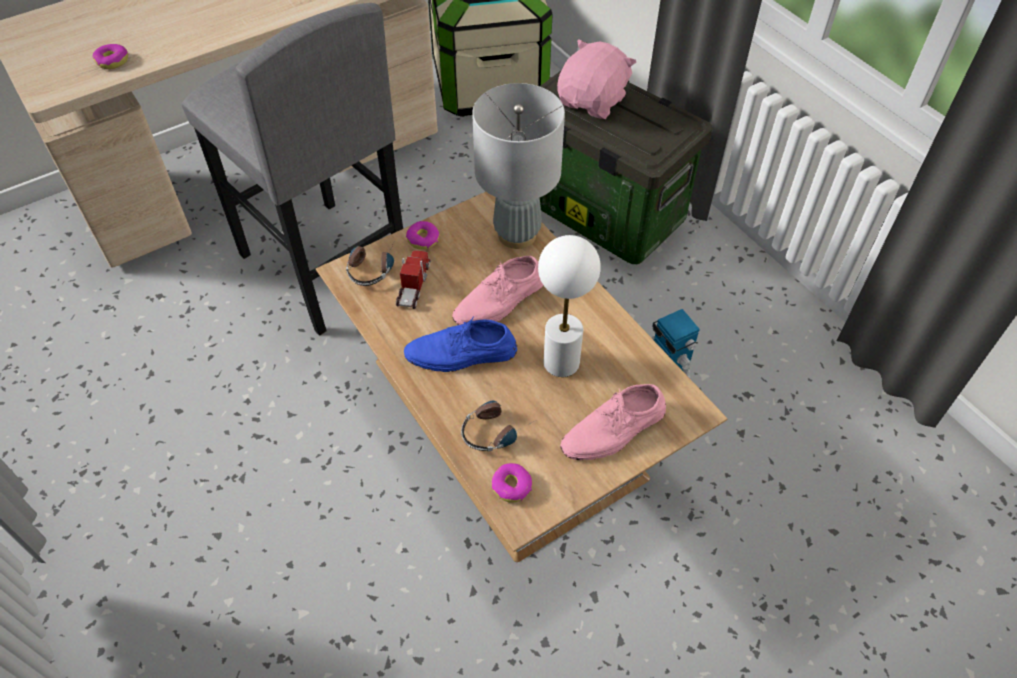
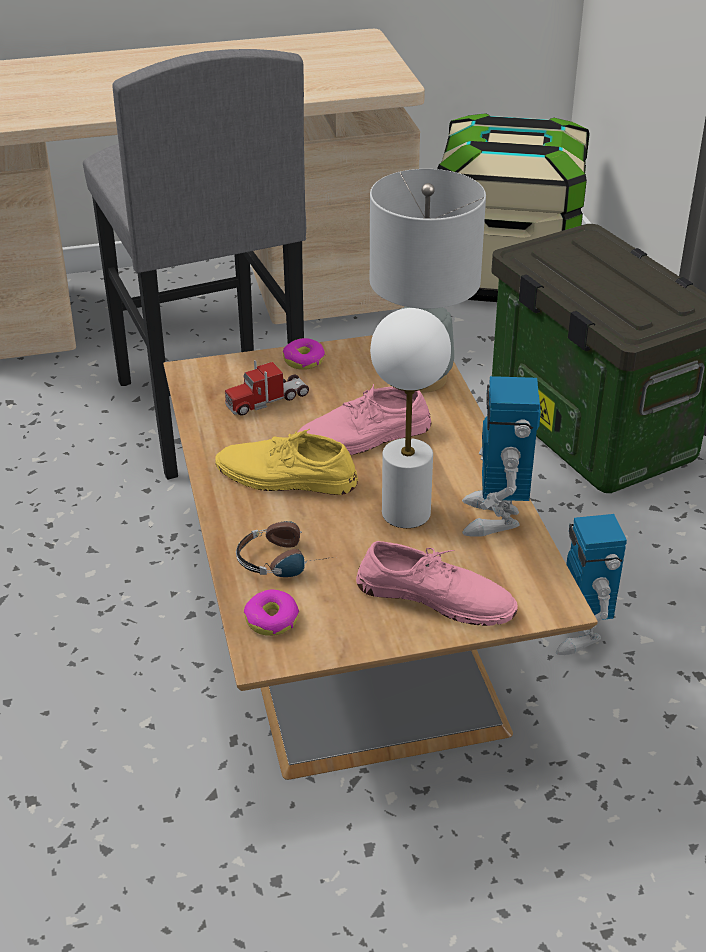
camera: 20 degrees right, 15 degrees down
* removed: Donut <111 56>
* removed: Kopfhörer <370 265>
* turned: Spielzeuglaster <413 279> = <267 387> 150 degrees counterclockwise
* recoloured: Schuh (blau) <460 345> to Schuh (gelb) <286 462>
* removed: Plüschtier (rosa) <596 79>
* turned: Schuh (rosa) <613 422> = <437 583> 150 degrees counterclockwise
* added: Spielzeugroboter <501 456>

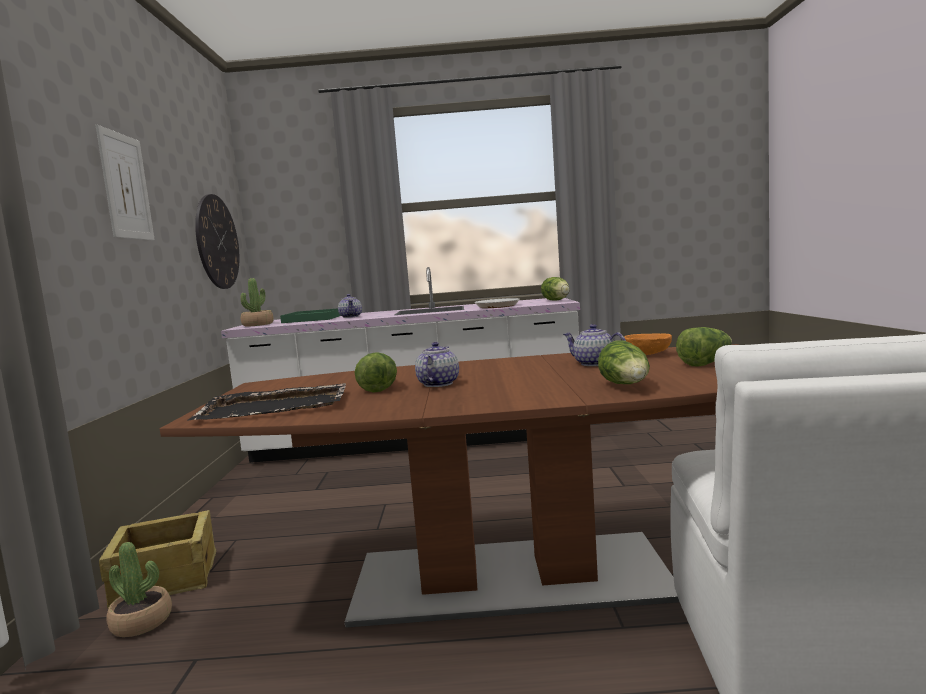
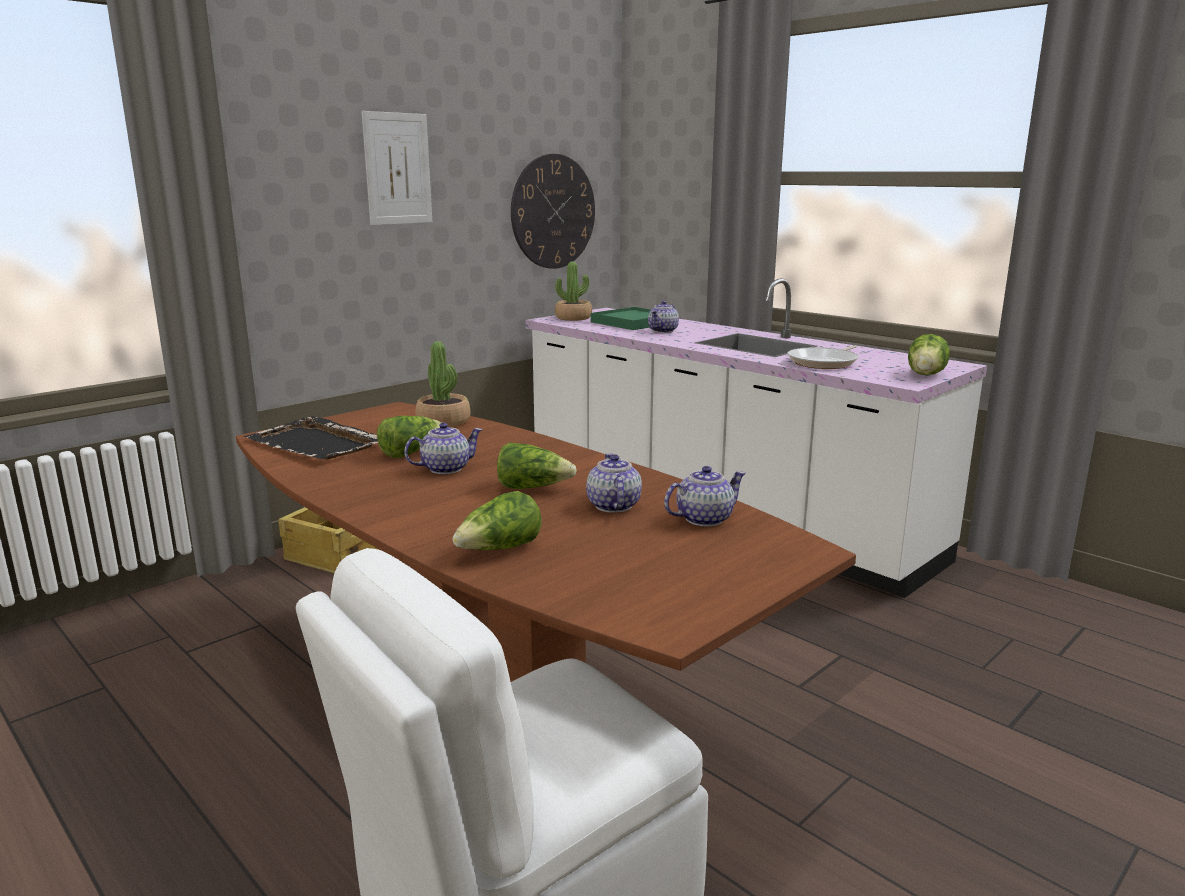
camera: 45 degrees right, 10 degrees up
* moved: Topfpflanze <139 589> to <443 384>
* replaced: Schüssel (orange) <648 344> to Teekanne <705 496>
* moved: Salatkopf <704 347> to <537 465>

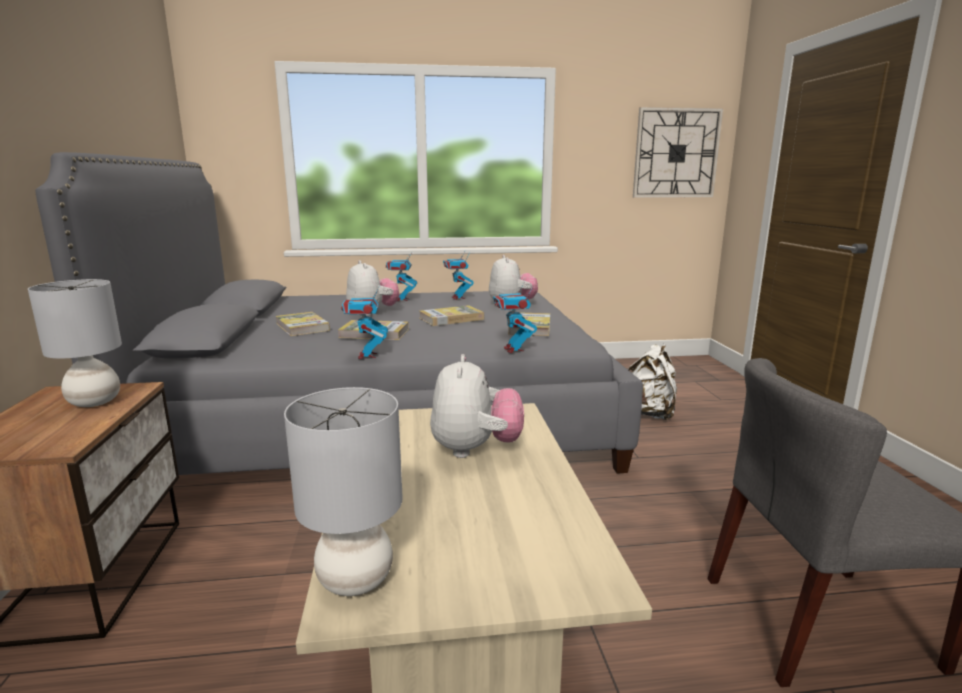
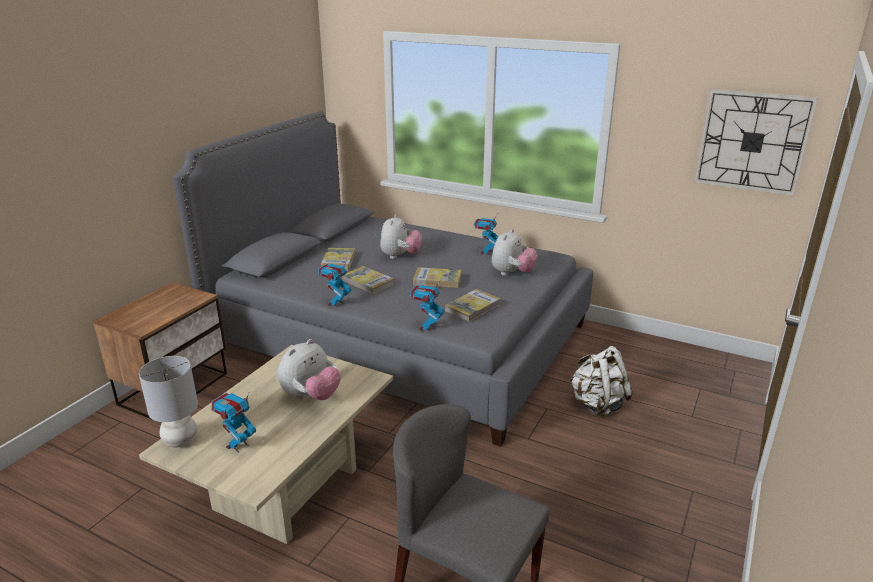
camera: 35 degrees right, 10 degrees up
* removed: Tischlampe (grau) <75 343>
* moved: Spielzeugroboter <401 277> to <233 421>

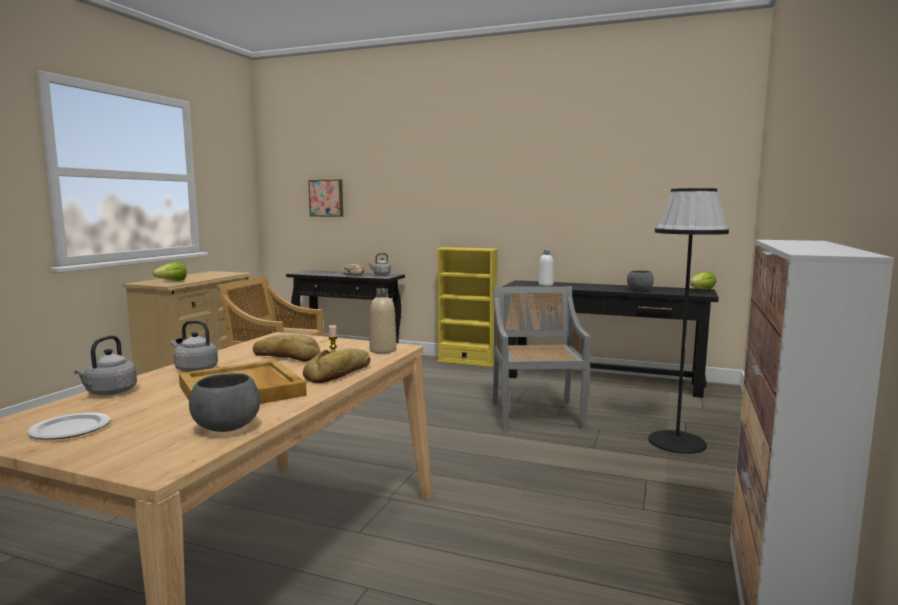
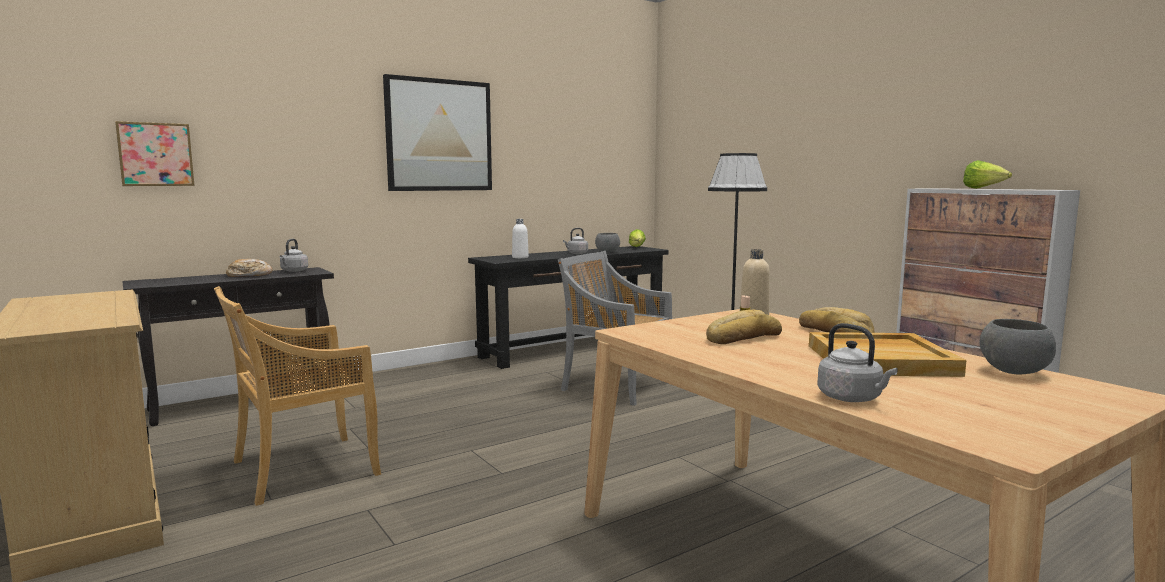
camera: 55 degrees left, 0 degrees up
* removed: Teller <69 426>
* moved: Salatkopf <169 271> to <987 174>
* moved: Wasserkessel (grau) <194 346> to <575 241>
* removed: Bücherregal (gelb) <467 307>
* added: Bild <437 132>

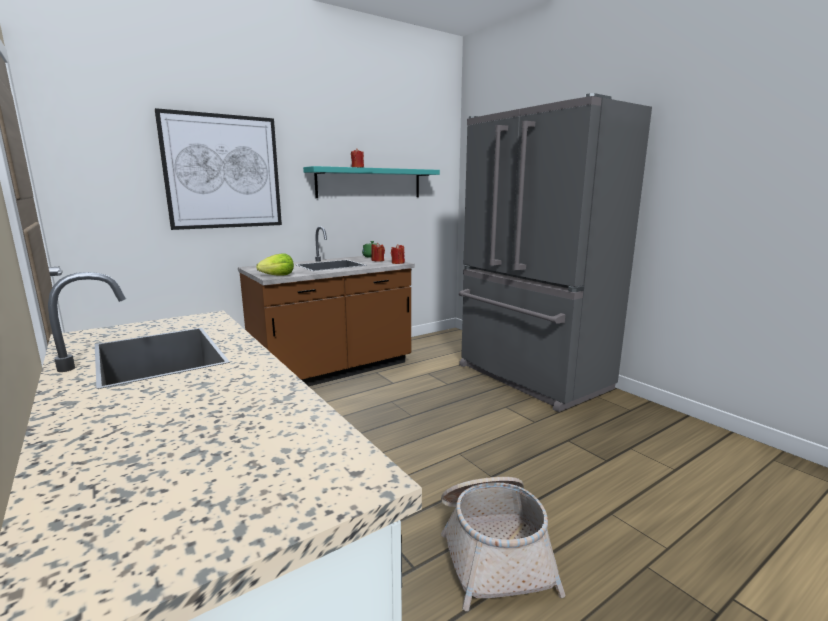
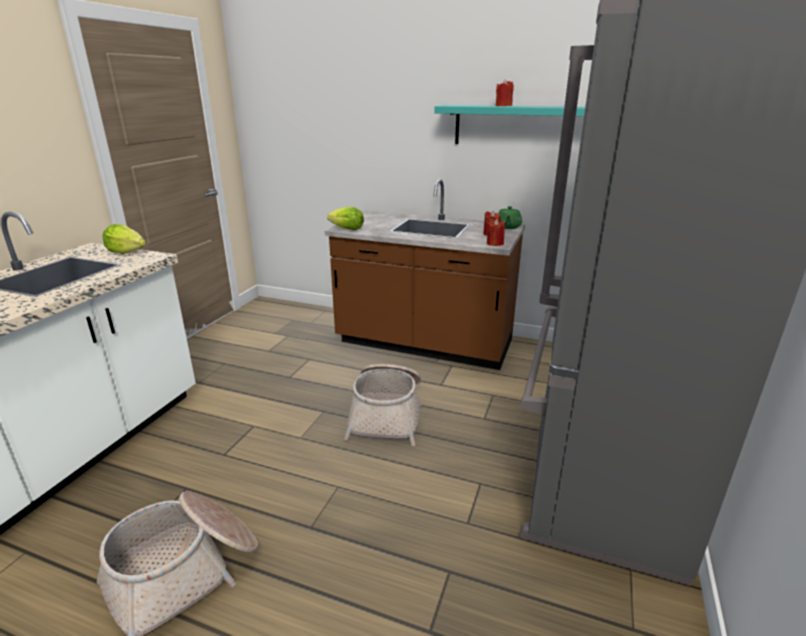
camera: 55 degrees right, 10 degrees up
* removed: Bild <218 169>
* added: Salatkopf <124 239>
* added: Korb <383 405>

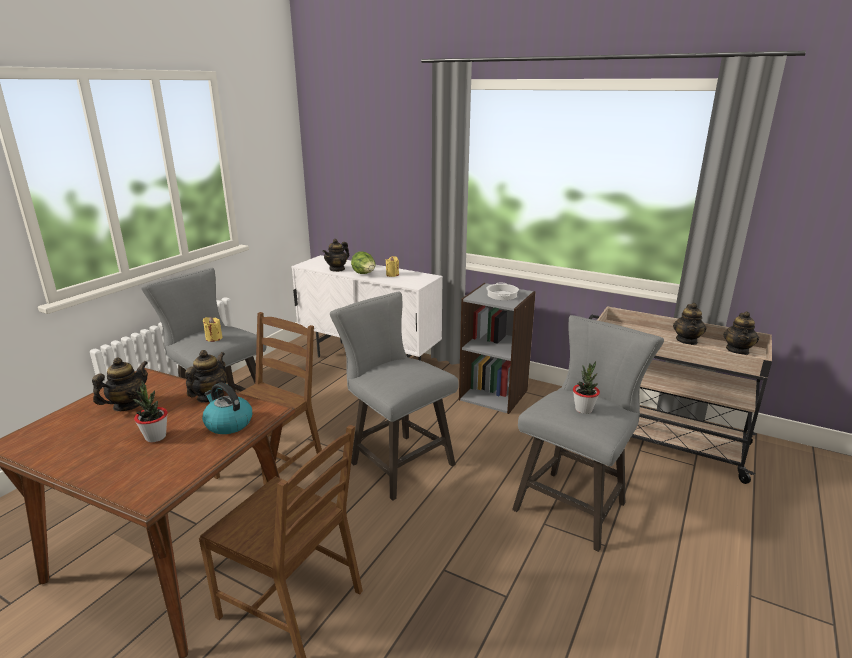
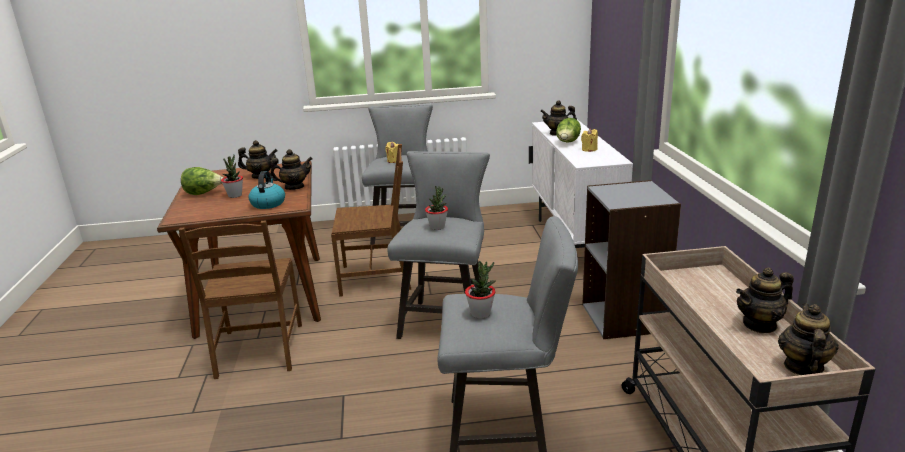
camera: 55 degrees right, 0 degrees up
* removed: Kochtopf <502 291>
* turned: Teekanne <741 333> = <808 339> 120 degrees clockwise
* added: Salatkopf <202 181>
* added: Topfpflanze <436 208>

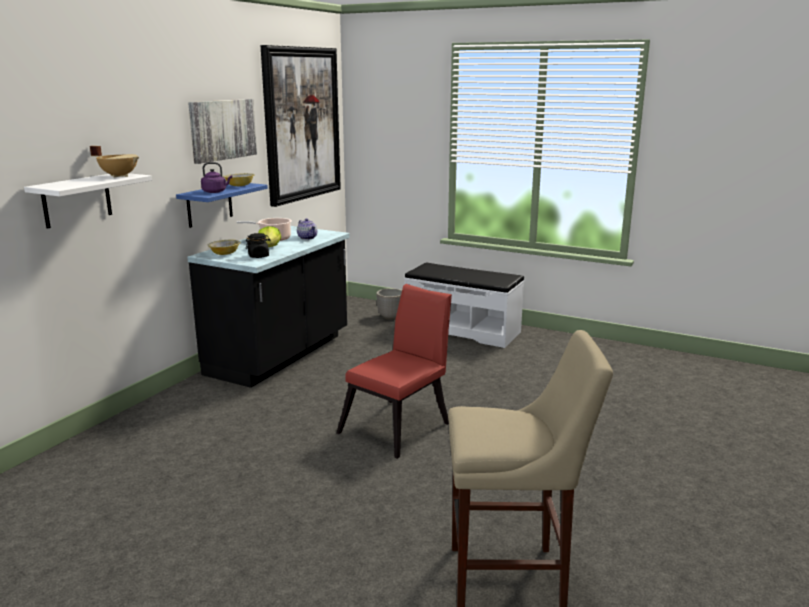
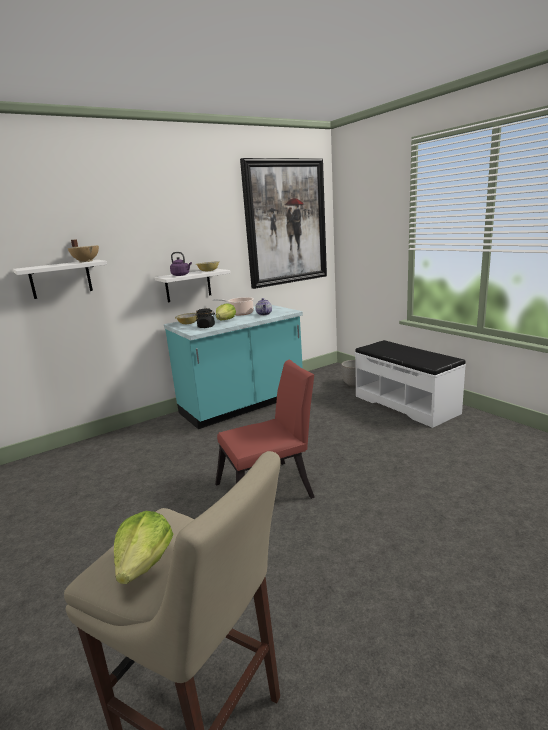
camera: 30 degrees right, 0 degrees up
* recoloured: Wandregal (blau) <222 205> to Wandregal (weiß) <192 286>
* recoloured: Küchenzeile (schwarz) <268 307> to Küchenzeile (türkis) <233 367>
* removed: Bild <222 131>
* added: Salatkopf <143 547>

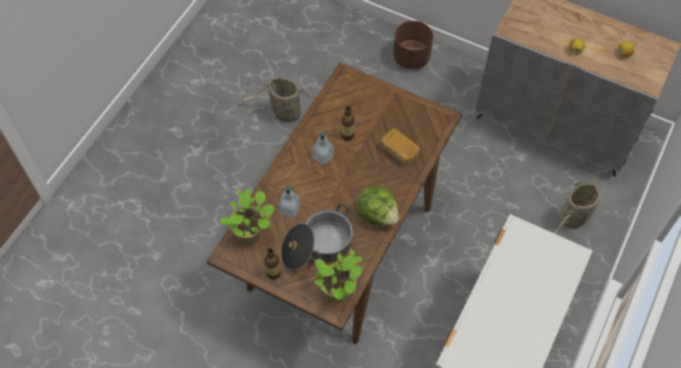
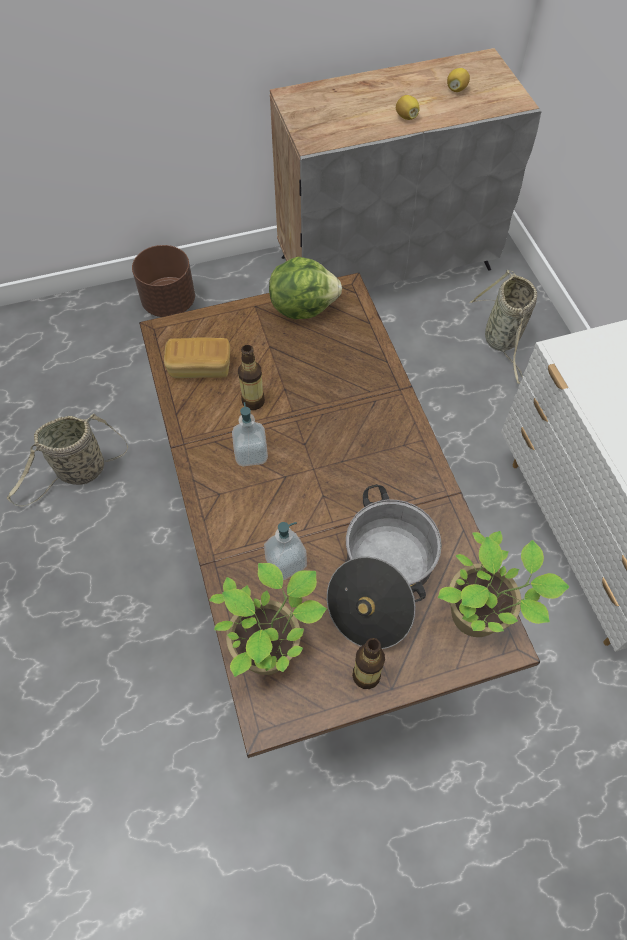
camera: 45 degrees left, 0 degrees up
* moved: Salatkopf <378 206> to <305 288>
* moved: Brot <400 147> to <197 357>

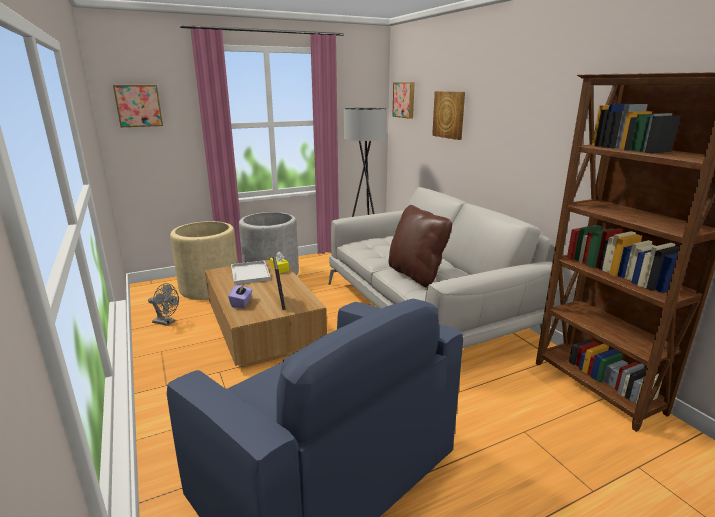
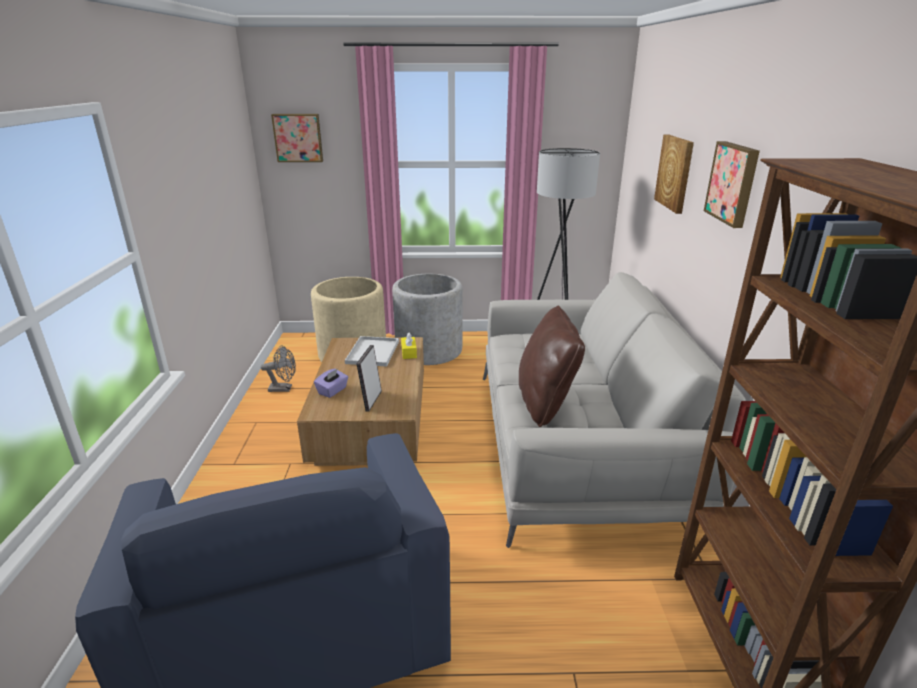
camera: 25 degrees right, 5 degrees up
* turned: Ventilator (grau) <163 304> = <278 368> 45 degrees counterclockwise
* moved: Bild <403 100> to <732 184>

